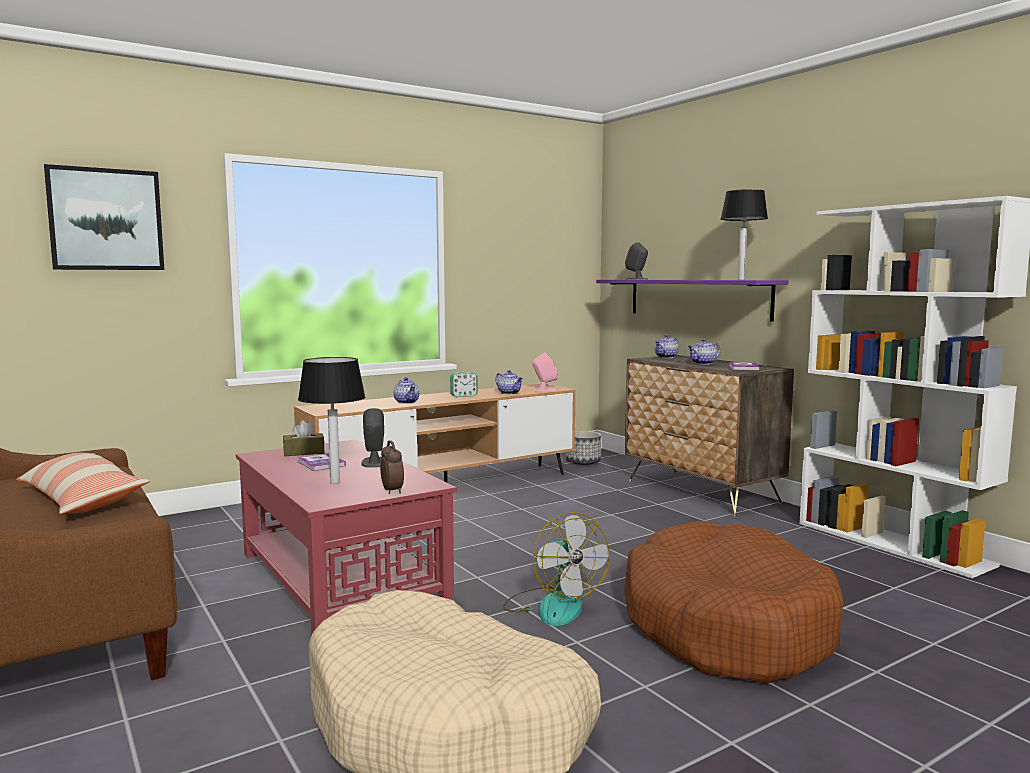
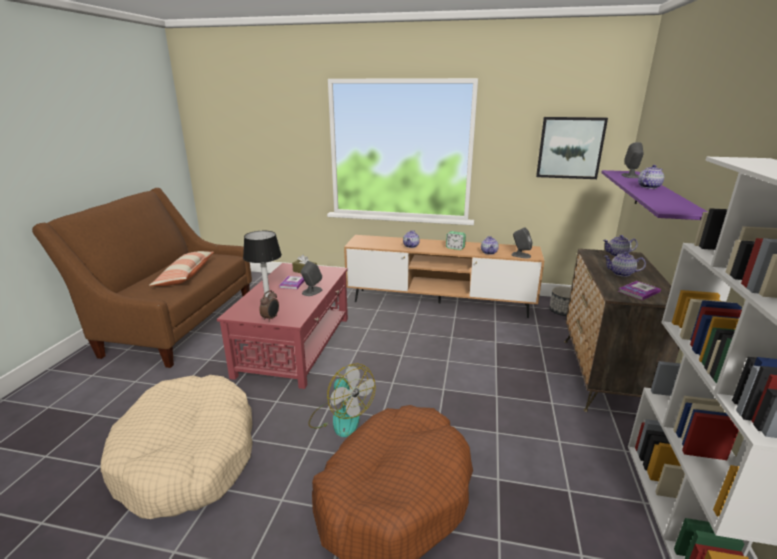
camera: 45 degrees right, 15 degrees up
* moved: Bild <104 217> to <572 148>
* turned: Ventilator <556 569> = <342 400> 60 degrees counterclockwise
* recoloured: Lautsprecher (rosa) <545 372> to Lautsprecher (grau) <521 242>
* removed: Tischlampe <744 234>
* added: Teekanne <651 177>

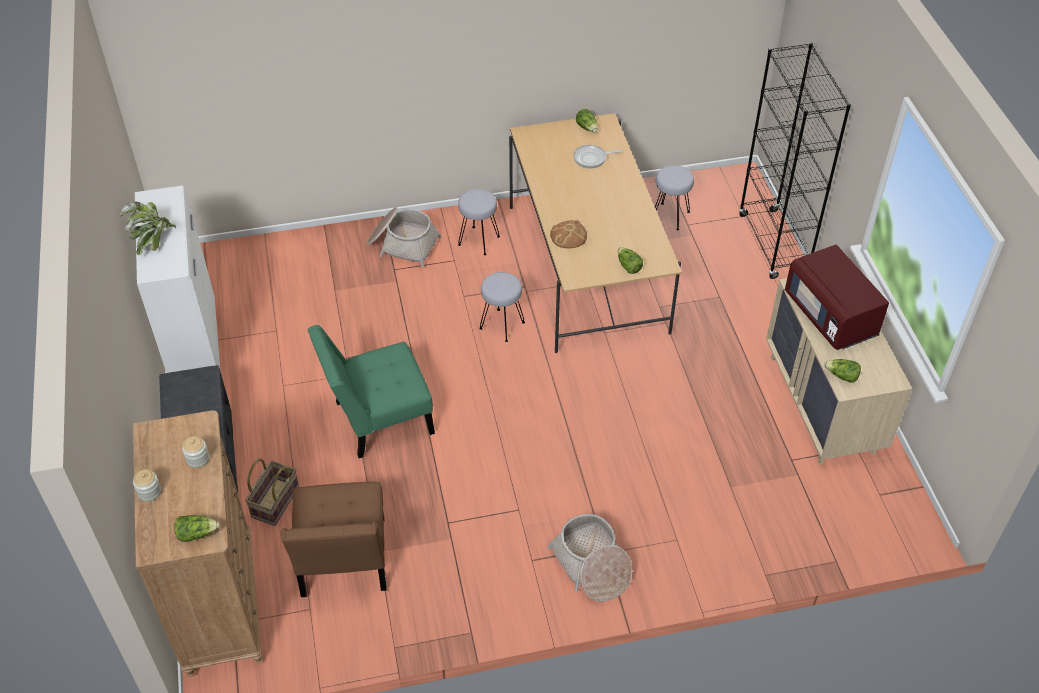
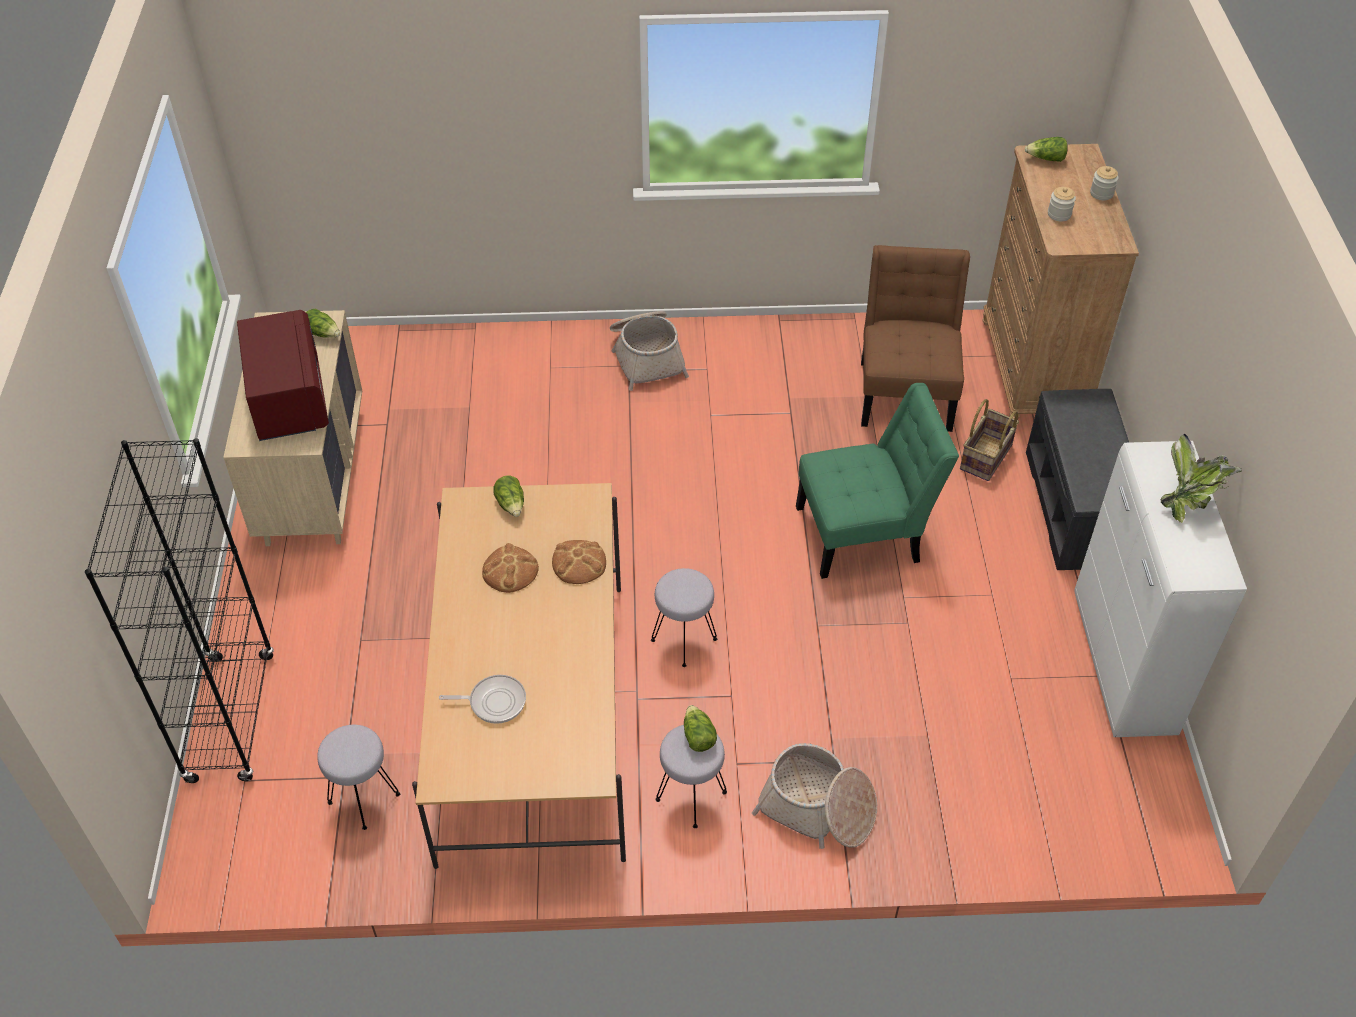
camera: 170 degrees left, 0 degrees up
* moved: Salatkopf <586 121> to <700 728>
* added: Brot <510 568>

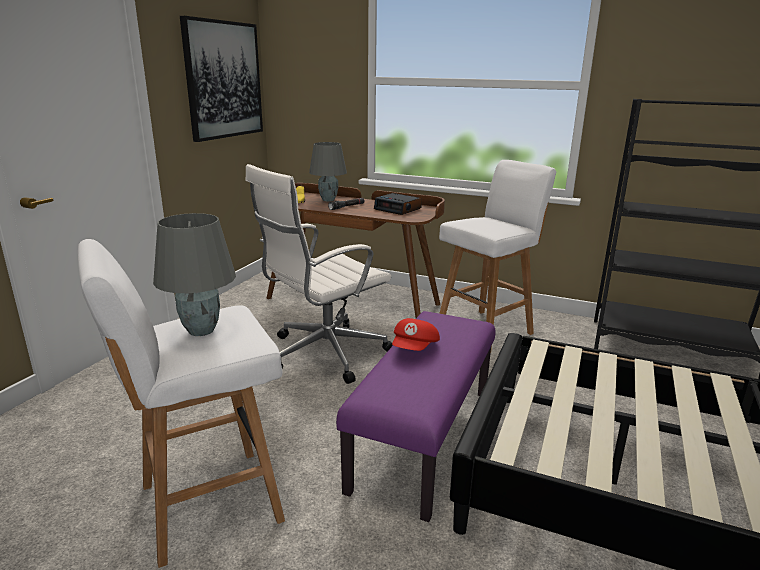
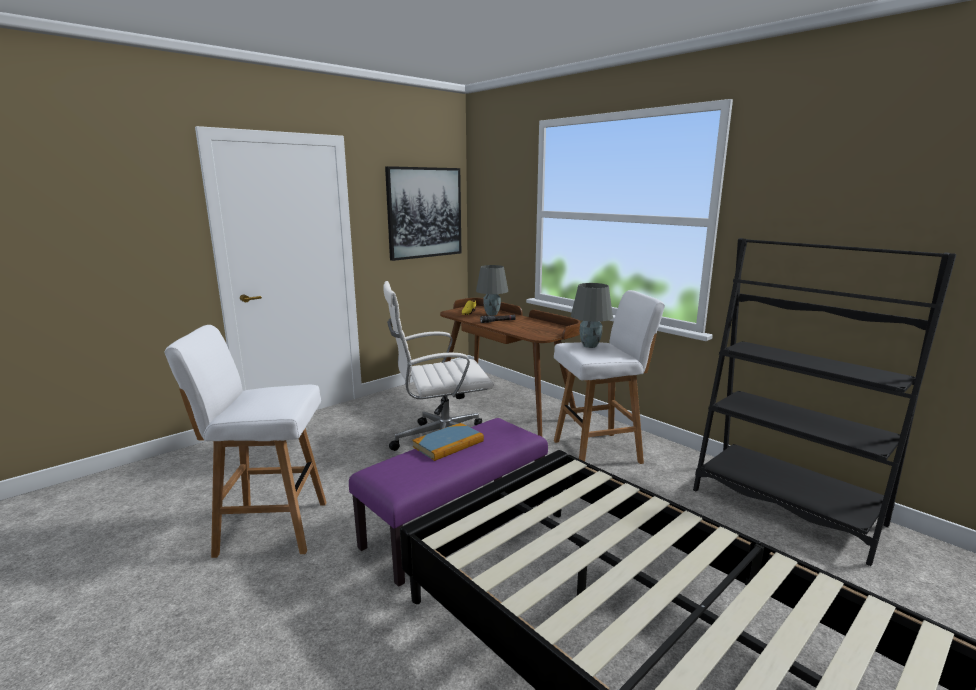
camera: 25 degrees right, 5 degrees down
* moved: Tischlampe (grau) <194 274> to <592 315>
* removed: Wecker <398 204>
* replaced: Kappe (rot) <416 334> to Buch <448 442>

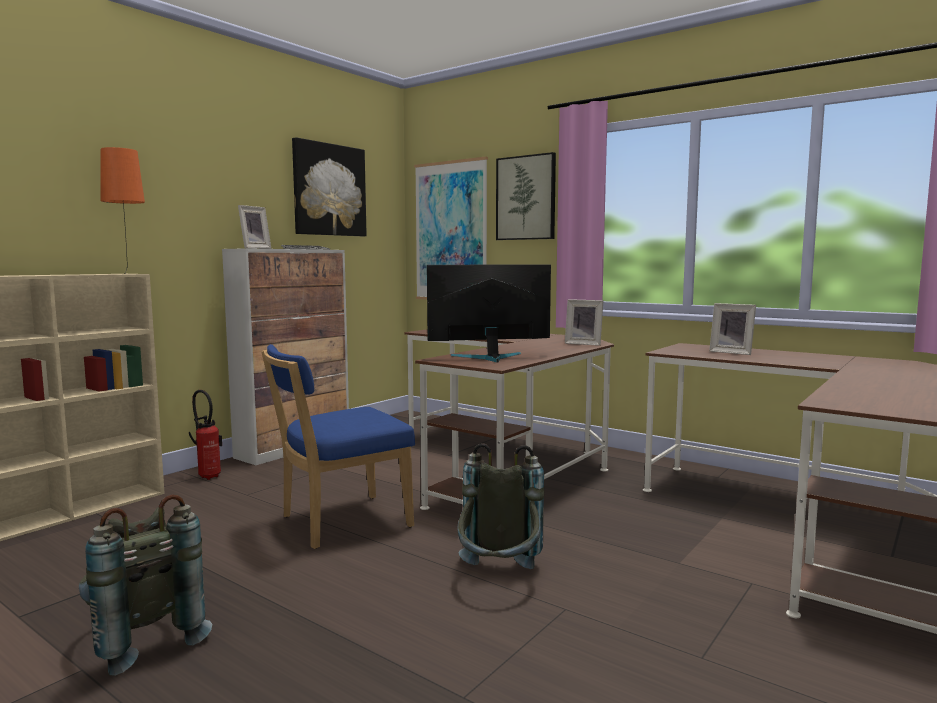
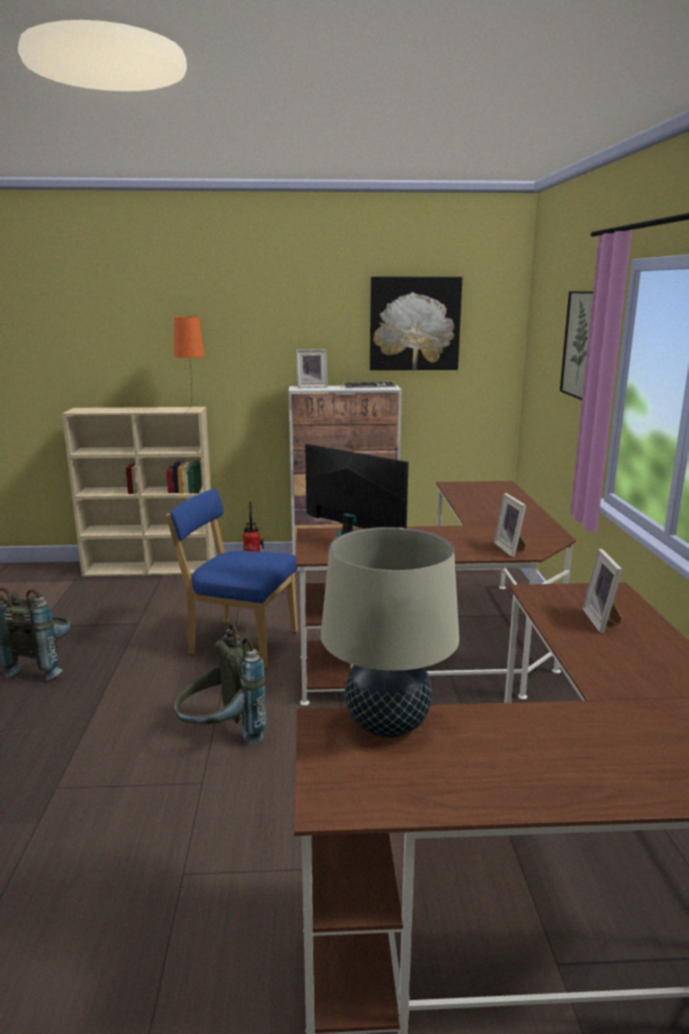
camera: 50 degrees right, 10 degrees up
* removed: Bild <451 228>
* added: Tischlampe (beige) <390 632>

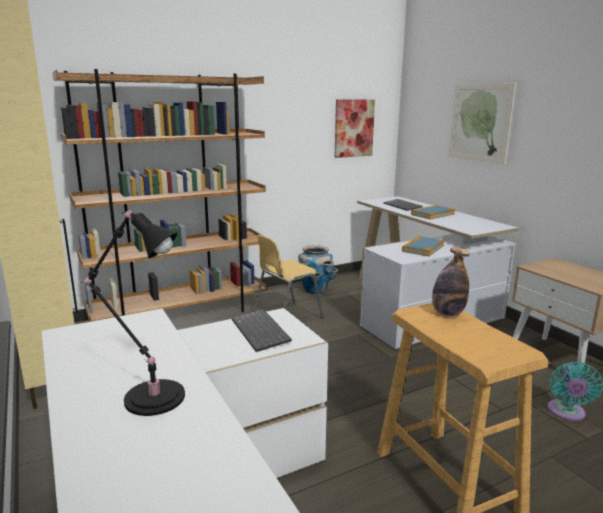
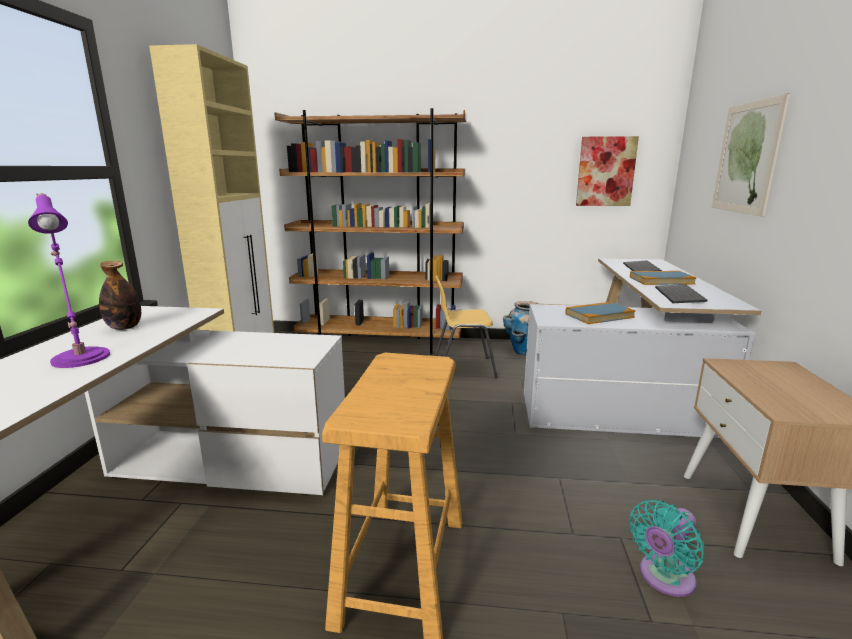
camera: 35 degrees right, 0 degrees up
* recoloured: Tischlampe (schwarz) <133 313> to Tischlampe (lila) <69 280>
* moved: Tastatur <262 330> to <681 293>
* moved: Flasche <451 281> to <120 295>

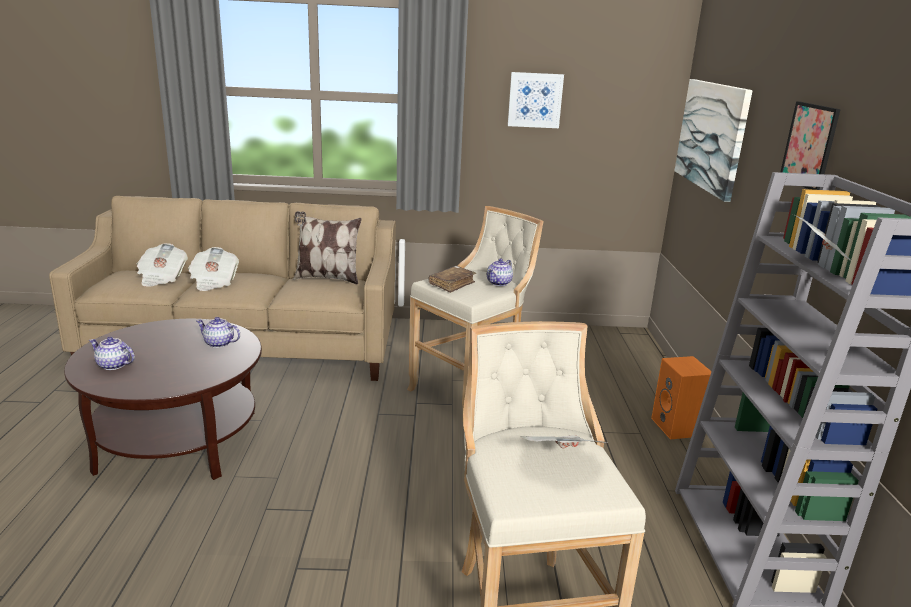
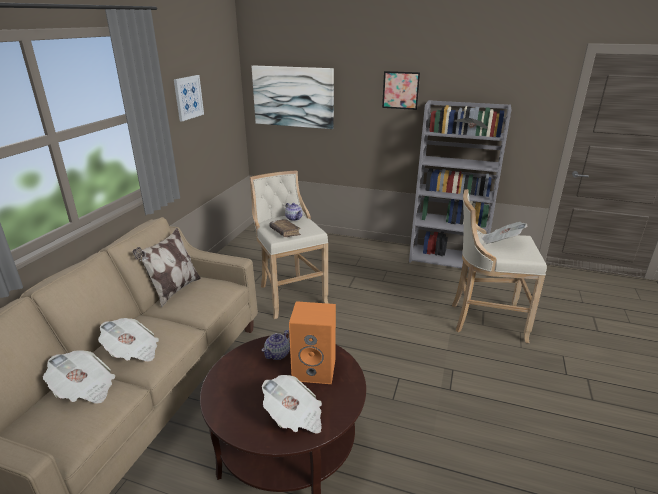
camera: 70 degrees left, 5 degrees up
* replaced: Teekanne <112 353> to Zeitung <292 404>
* moved: Lautsprecher (orange) <681 397> to <312 342>

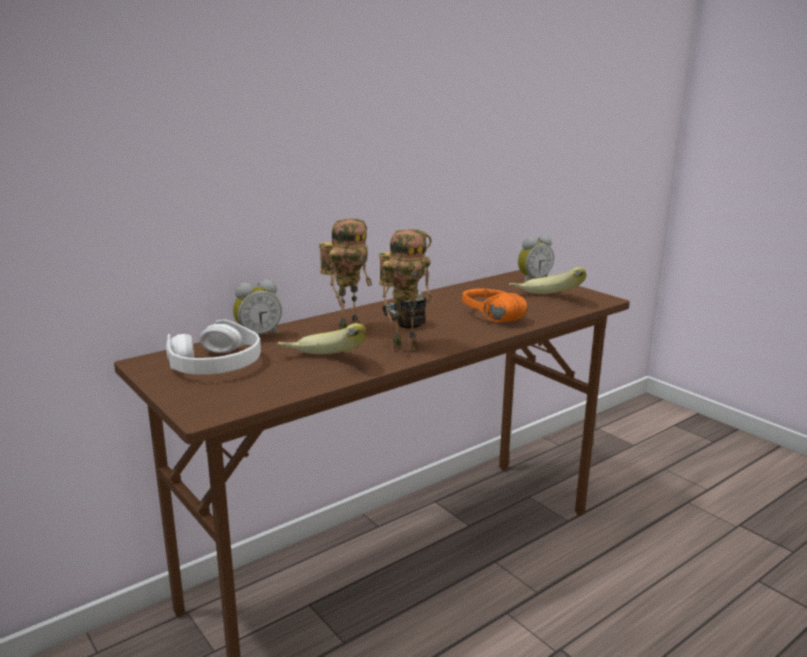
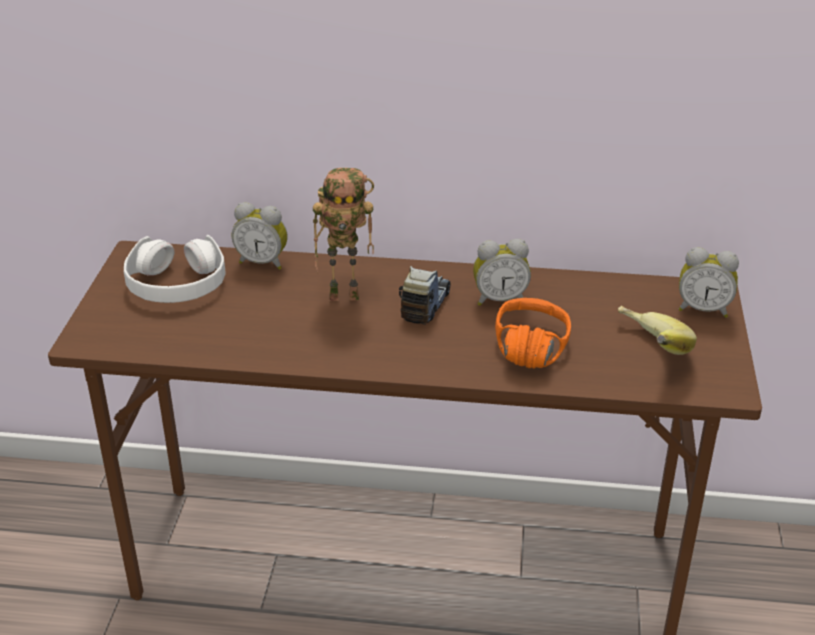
camera: 45 degrees right, 15 degrees up
* removed: Banane <321 338>
* removed: Spielzeugroboter <406 291>
* added: Wecker <502 272>

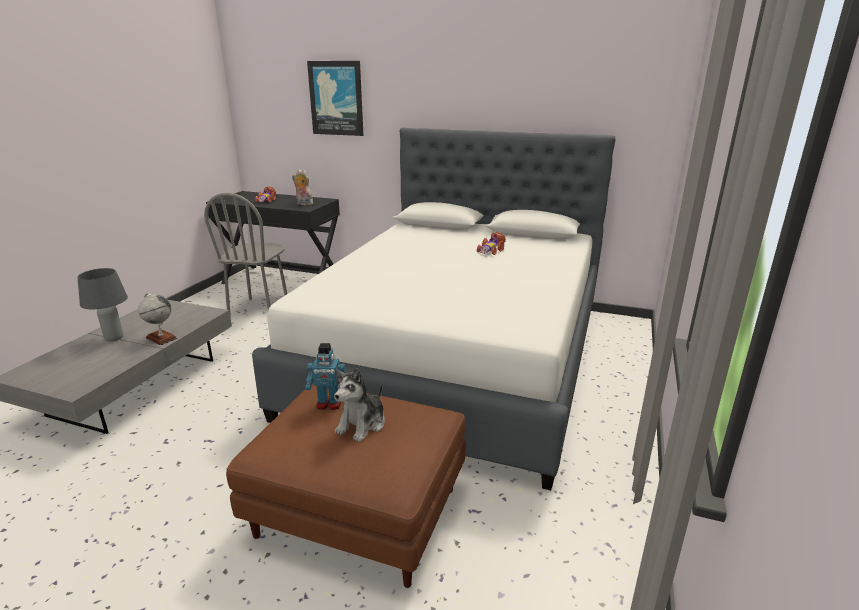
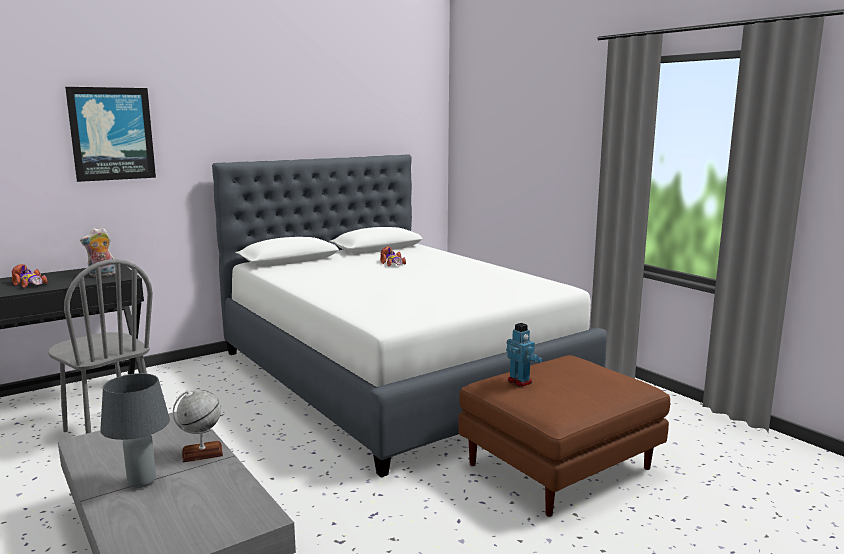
camera: 55 degrees left, 10 degrees down
* turned: Spielzeugroboter <325 376> = <524 355> 75 degrees counterclockwise
* removed: Plüschtier <359 405>

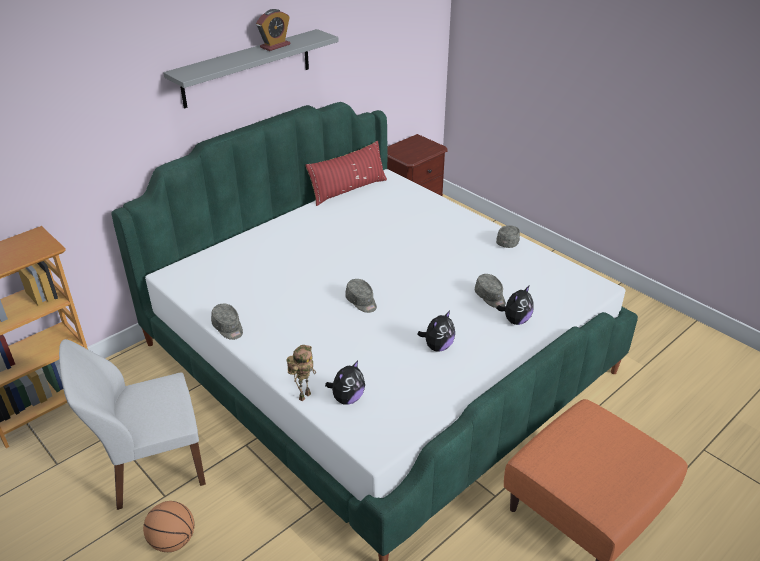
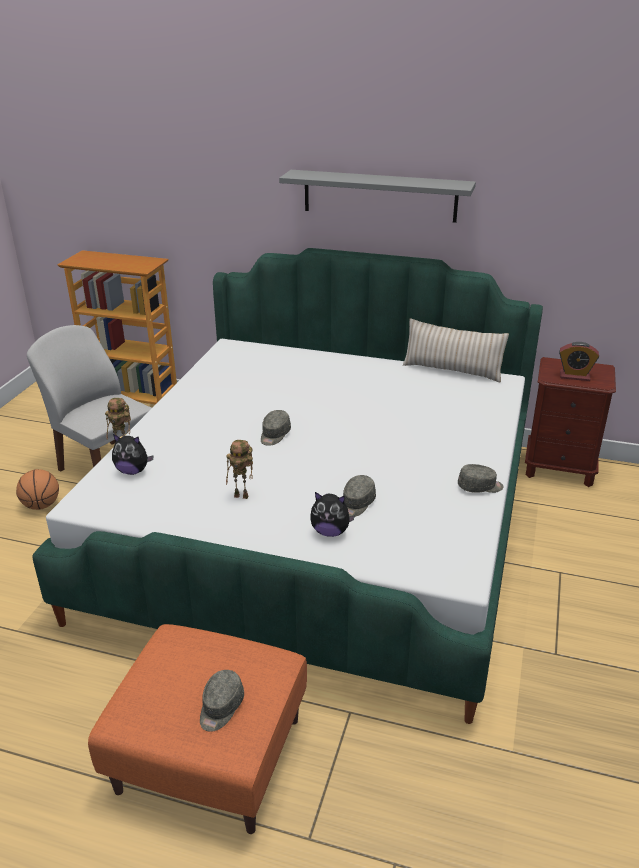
camera: 60 degrees right, 5 degrees down
* moved: Kappe (grau) <227 322> to <222 701>
* moved: Wecker <273 30> to <579 361>
* recoloured: Kissen (rot) <346 173> to Kissen (beige) <456 350>
* replaced: Plüschtier <436 330> to Spielzeugroboter <239 469>

